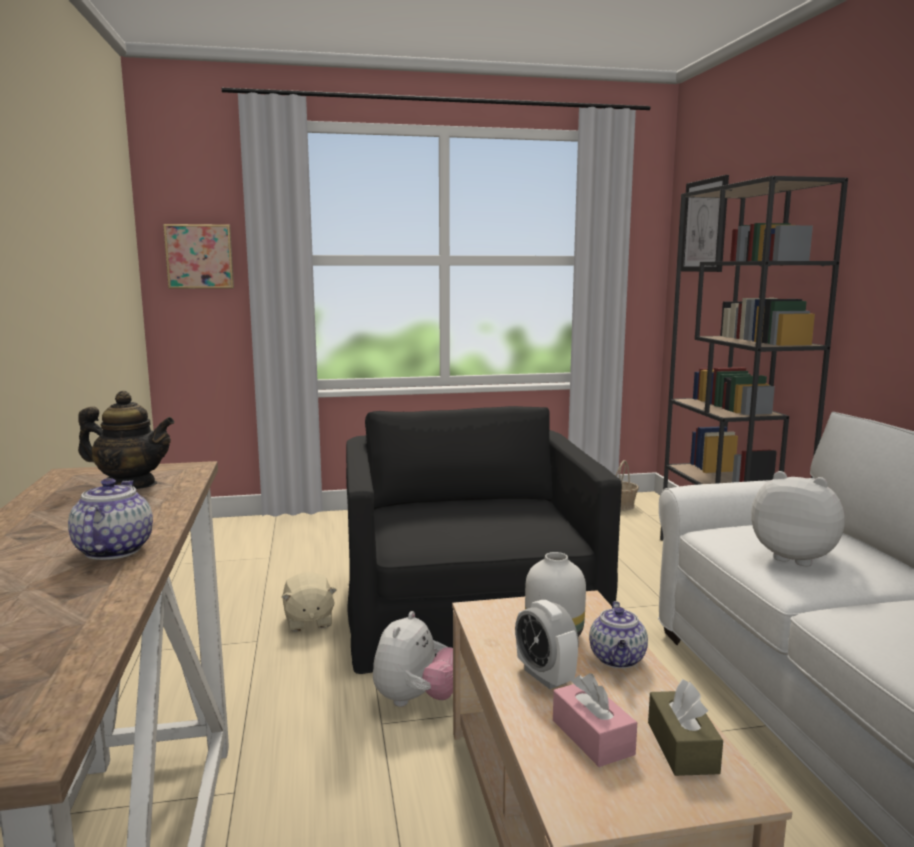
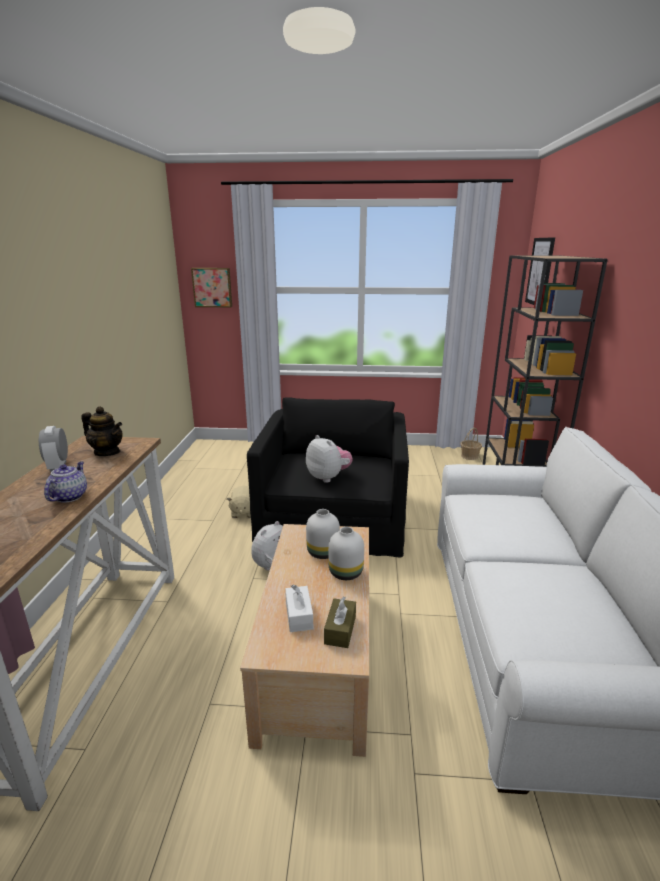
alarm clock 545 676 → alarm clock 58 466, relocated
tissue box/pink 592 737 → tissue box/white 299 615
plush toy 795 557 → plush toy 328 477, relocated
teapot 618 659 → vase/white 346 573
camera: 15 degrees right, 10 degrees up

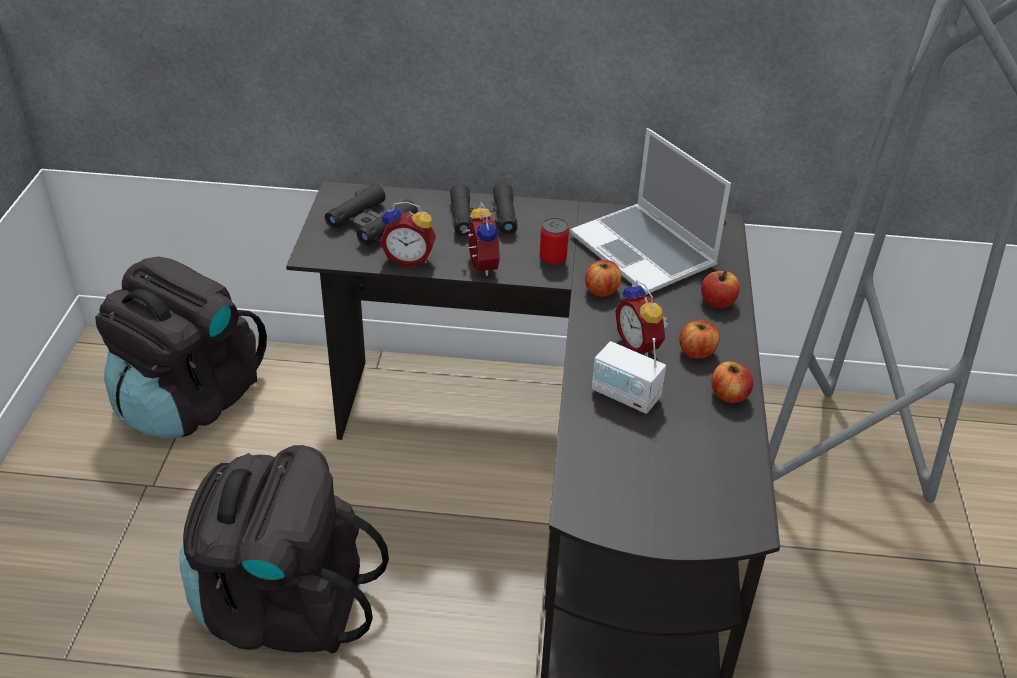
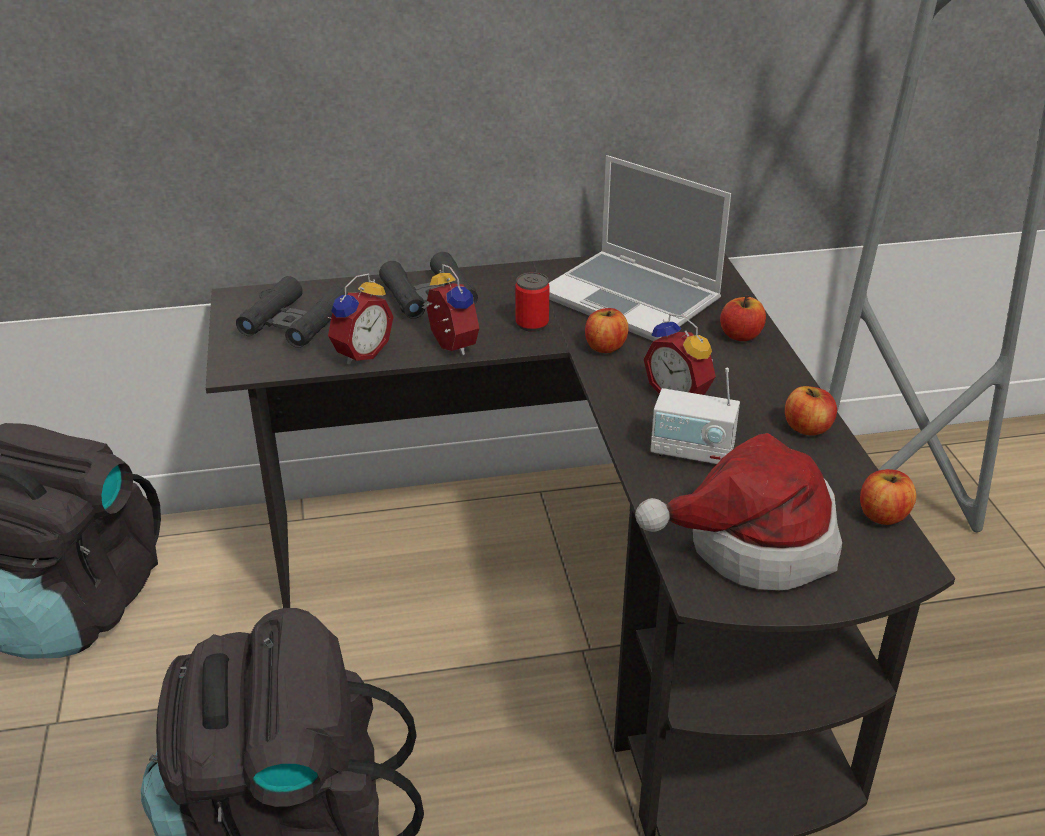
alarm clock 409 258 → alarm clock 360 353, 45 degrees counterclockwise
- → hat 752 543
apple 696 352 → apple 883 515, relocated
camera: 15 degrees left, 5 degrees down

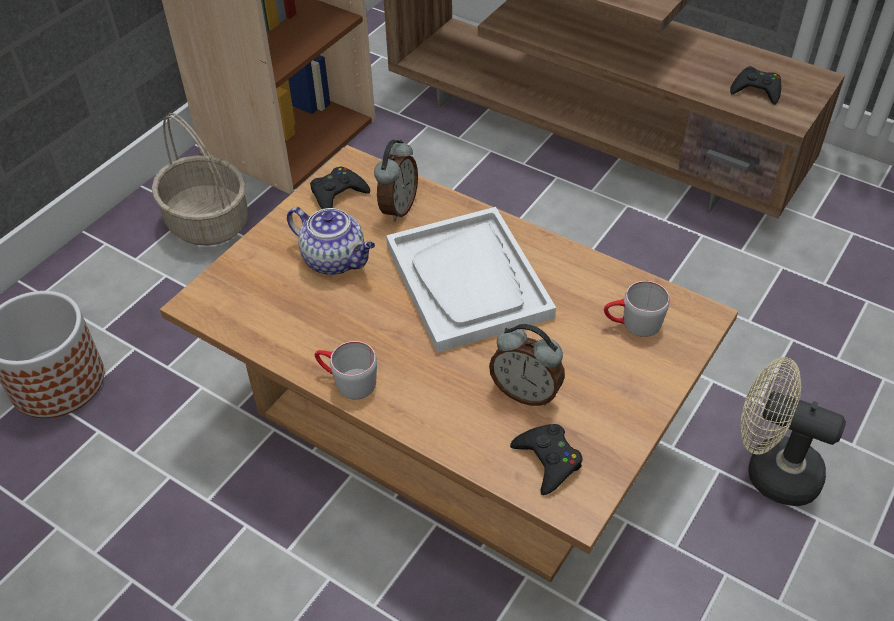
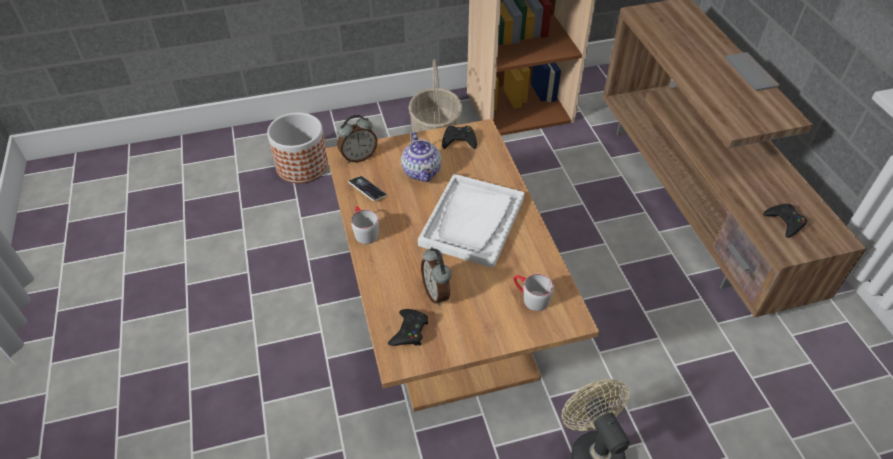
alarm clock 397 208 → alarm clock 358 157, relocated
- → phone 367 190
camera: 40 degrees right, 0 degrees up

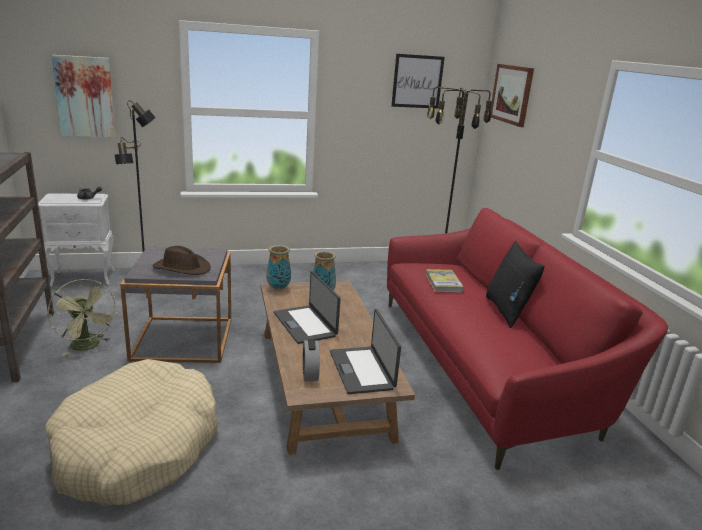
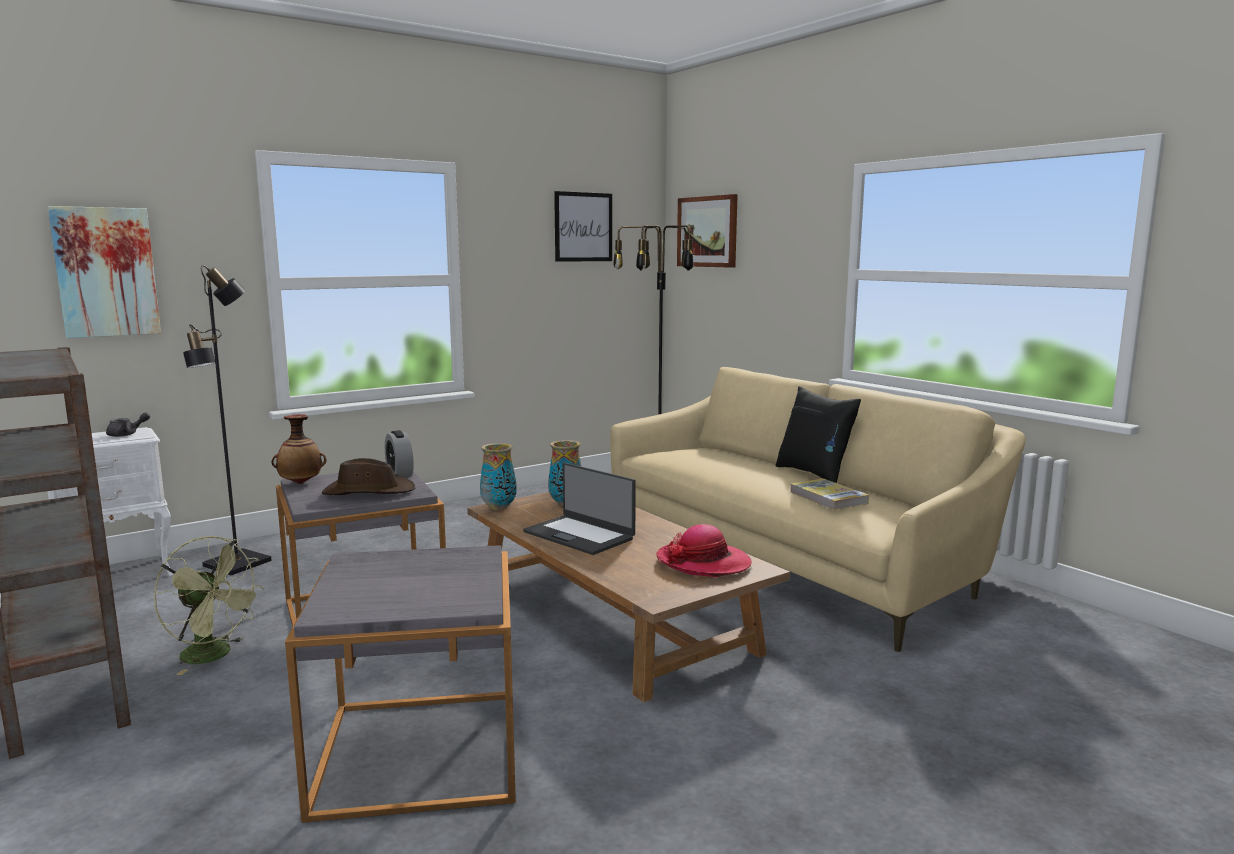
- → vase 301 483
dog bed/beige 137 447 → side table/grey 419 751
alarm clock 310 374 → alarm clock 399 473, relocated
sofa/red 486 365 → sofa/beige 792 558
laptop 362 370 → hat 703 563
book 443 283 → book 828 498, relocated
camera: 20 degrees left, 10 degrees down

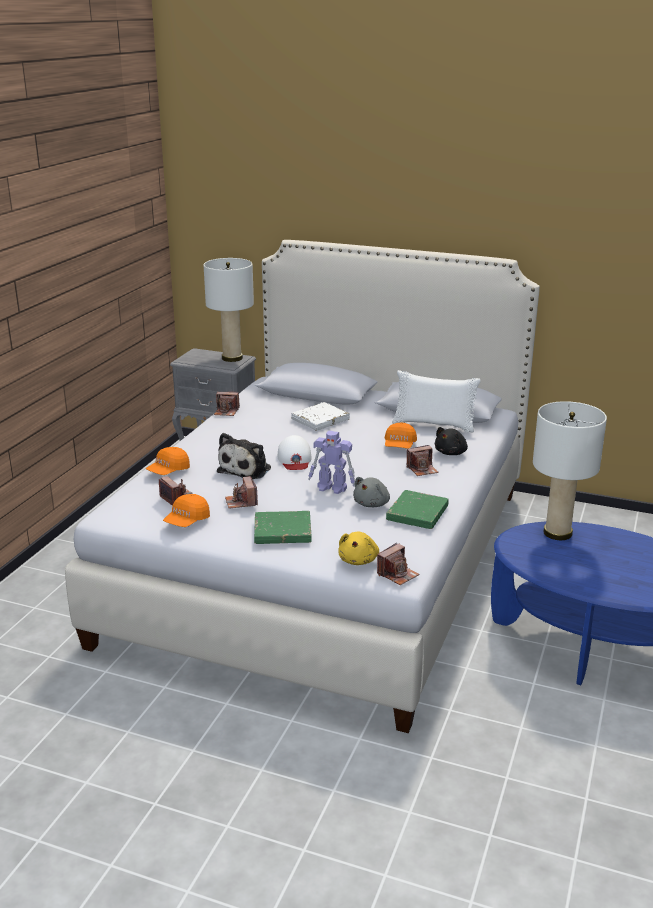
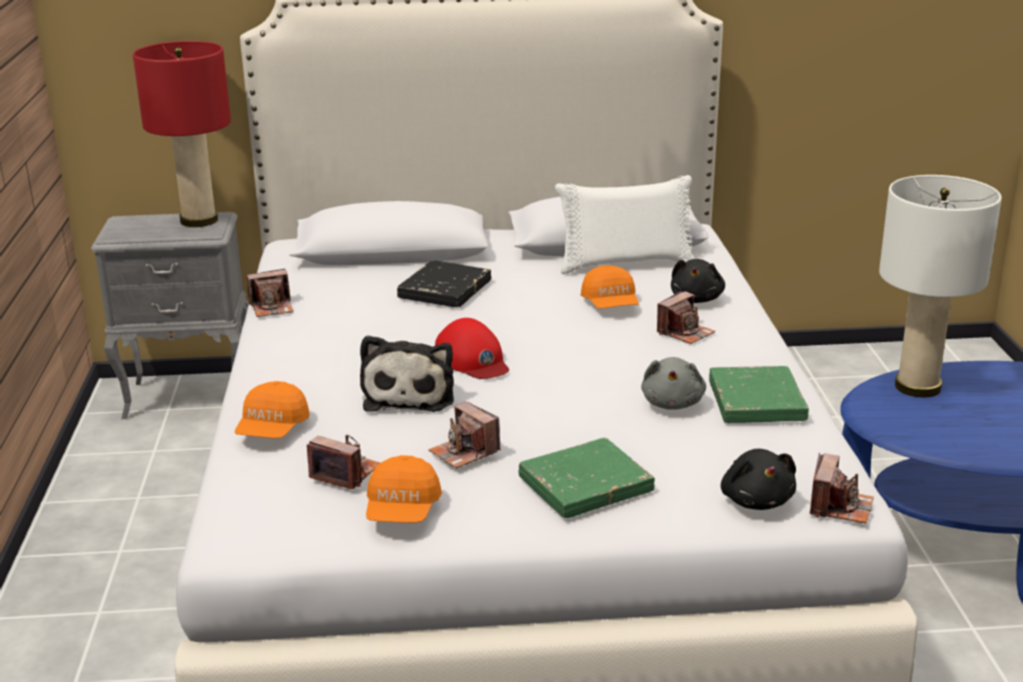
table lamp/white 232 358 → table lamp/red 199 221
book/white 320 420 → book/black 444 290
cap/white 294 459 → cap/red 473 360
plush toy/yellow 358 560 → plush toy/black 756 500
toy robot 332 488 → -
camera: 25 degrees left, 0 degrees up

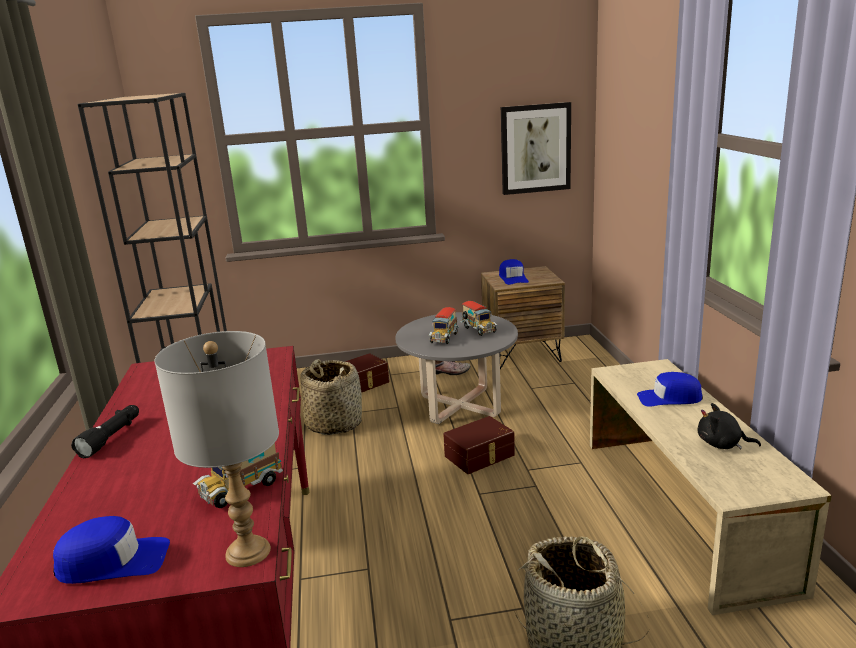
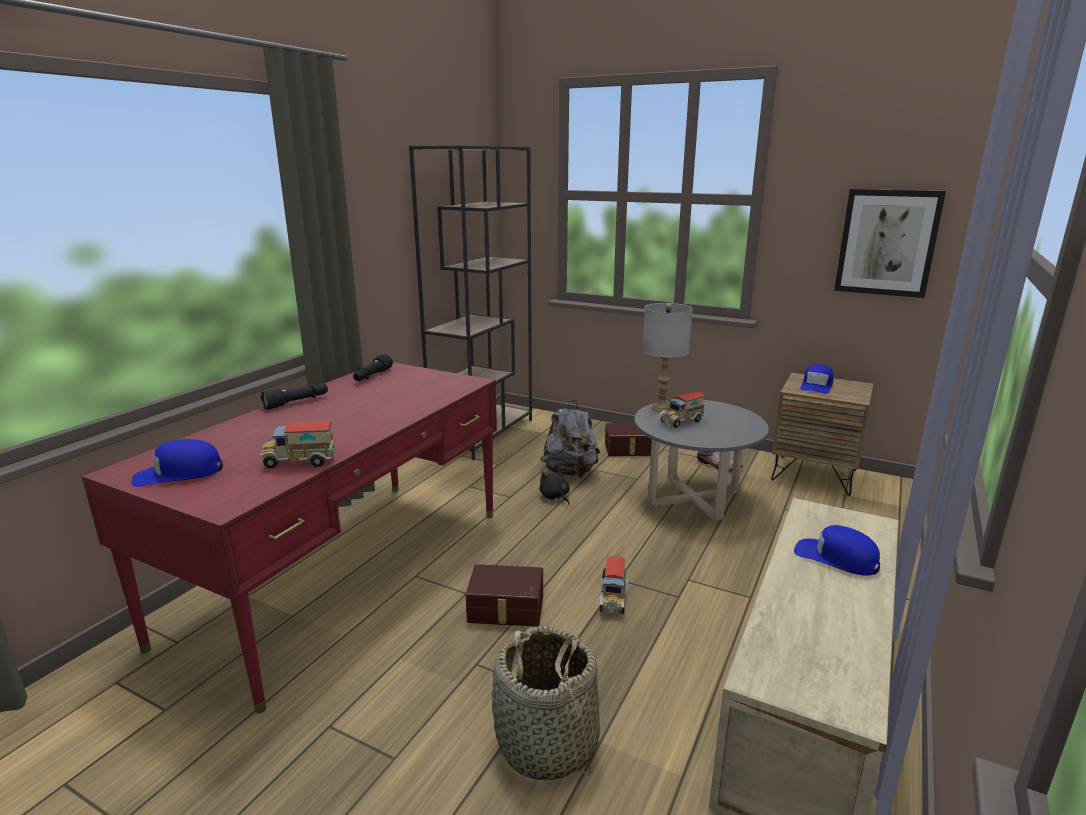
cap/blue 113 561 → cap/blue 179 473, 135 degrees clockwise
- → flashlight/black 372 376
storage box/brown 480 456 → storage box/brown 506 609, relocated
plush toy/black 722 444 → plush toy/black 555 497, relocated
basket 334 423 → backpack/grey 570 472
toy truck 478 330 → toy truck 612 600, relocated
table lamp/grey 248 551 → table lamp/grey 662 408, relocated
camera: 35 degrees right, 0 degrees up

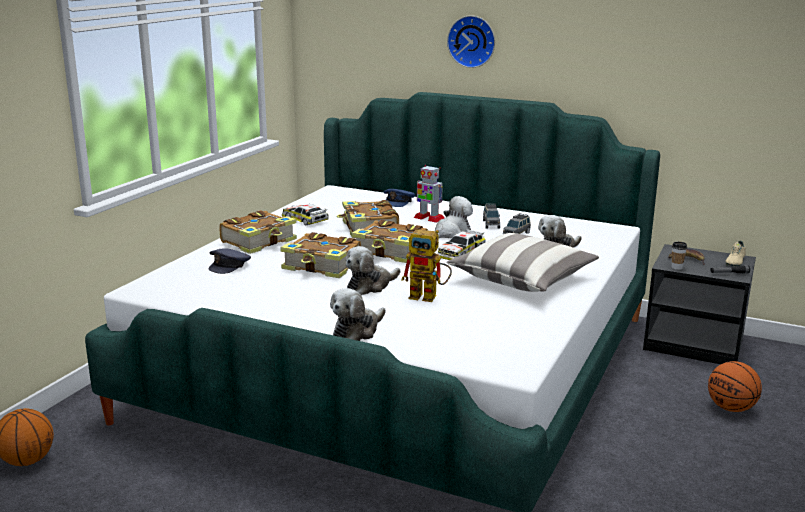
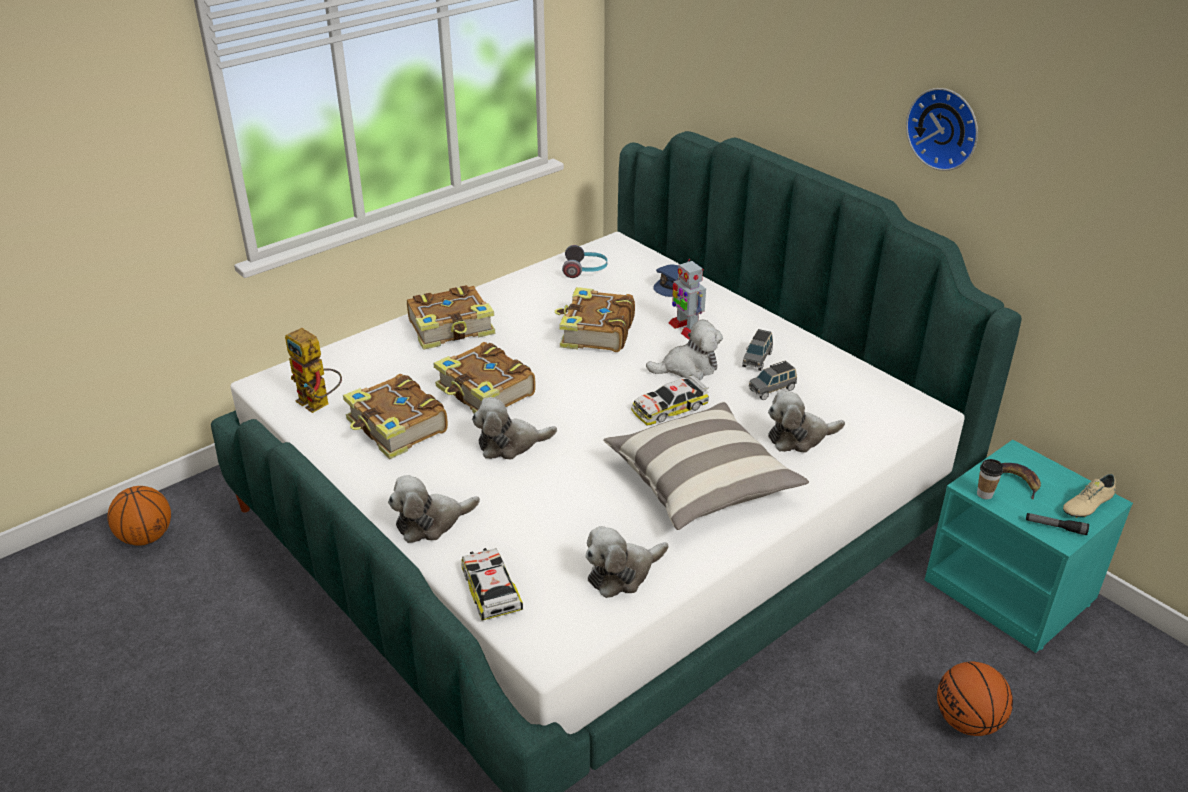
toy robot 429 297 → toy robot 319 404, relocated
book 391 252 → book 396 428, relocated
toy car 304 219 → toy car 490 589, relocated
- → headphones 585 270
- → plush toy 622 573
wall clock 472 41 → wall clock 945 128, relocated
nightstand/black 694 343 → nightstand/turquoise 1011 590
cap/grey 230 265 → -
camera: 25 degrees right, 15 degrees up

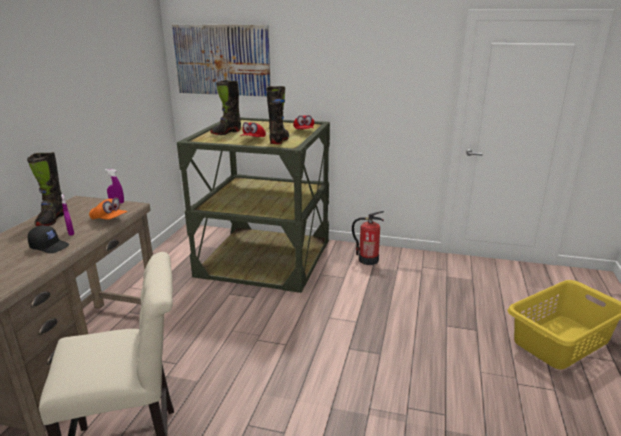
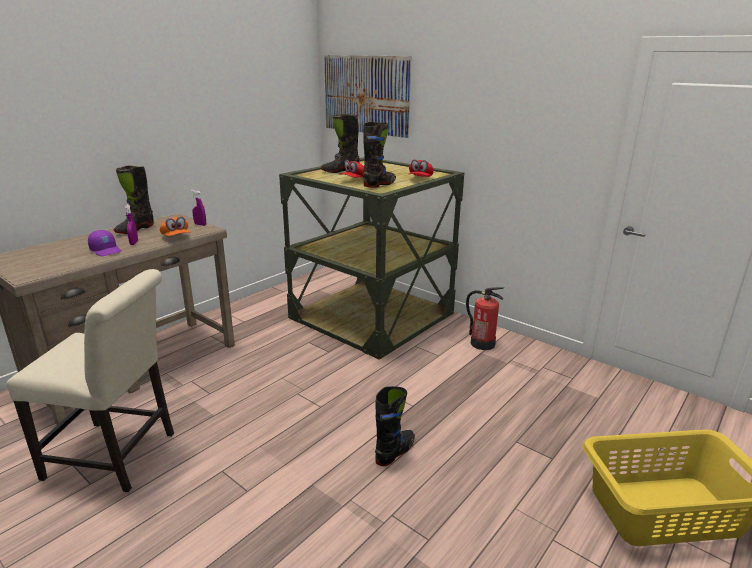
cap/black 50 246 → cap/purple 106 250
- → boot/black 395 452
camera: 25 degrees right, 0 degrees up

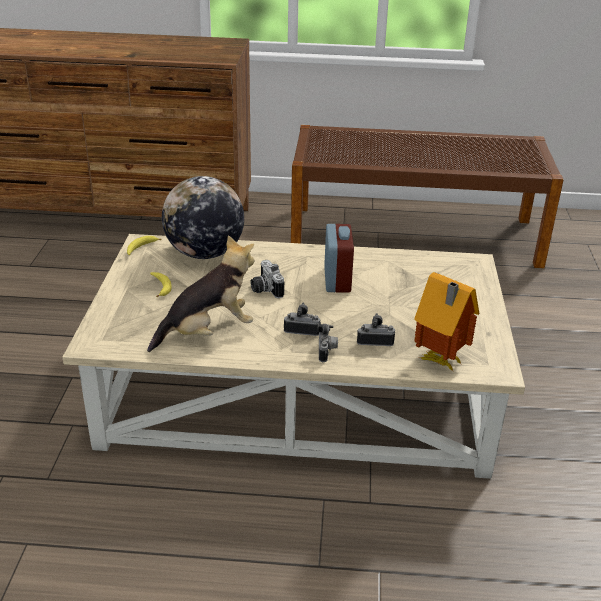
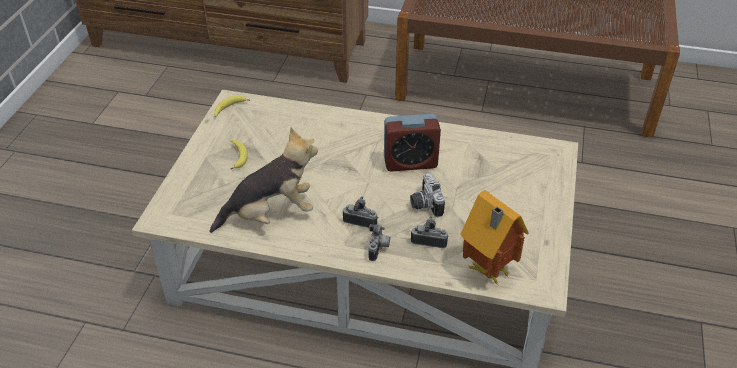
alarm clock 337 280 → alarm clock 410 162, 75 degrees clockwise
photo camera 264 289 → photo camera 424 204, relocated
globe 204 253 → -
camera: 10 degrees right, 10 degrees up

